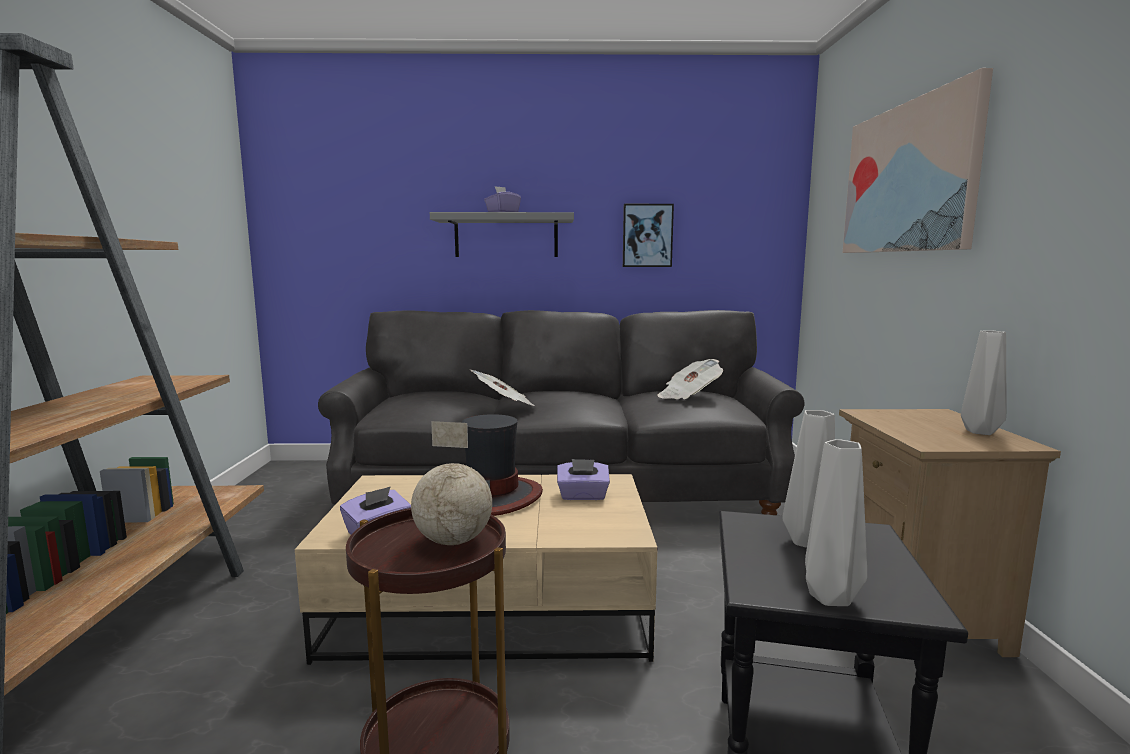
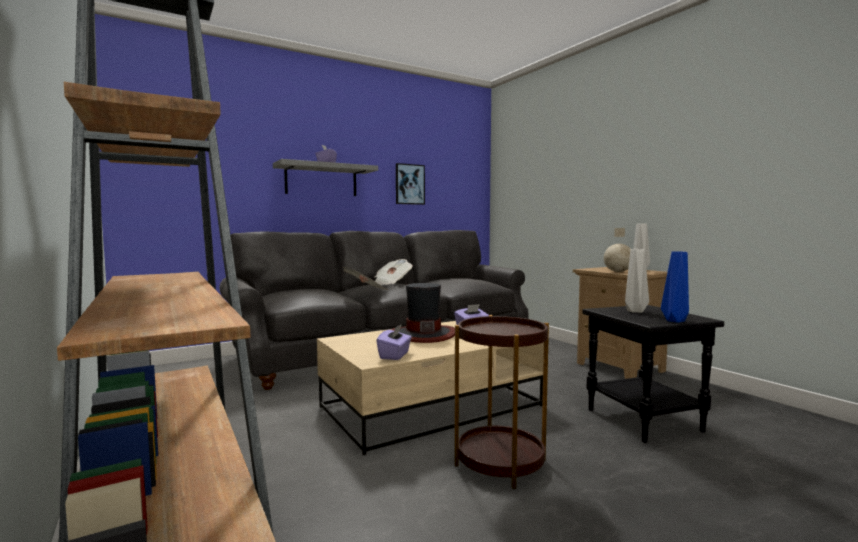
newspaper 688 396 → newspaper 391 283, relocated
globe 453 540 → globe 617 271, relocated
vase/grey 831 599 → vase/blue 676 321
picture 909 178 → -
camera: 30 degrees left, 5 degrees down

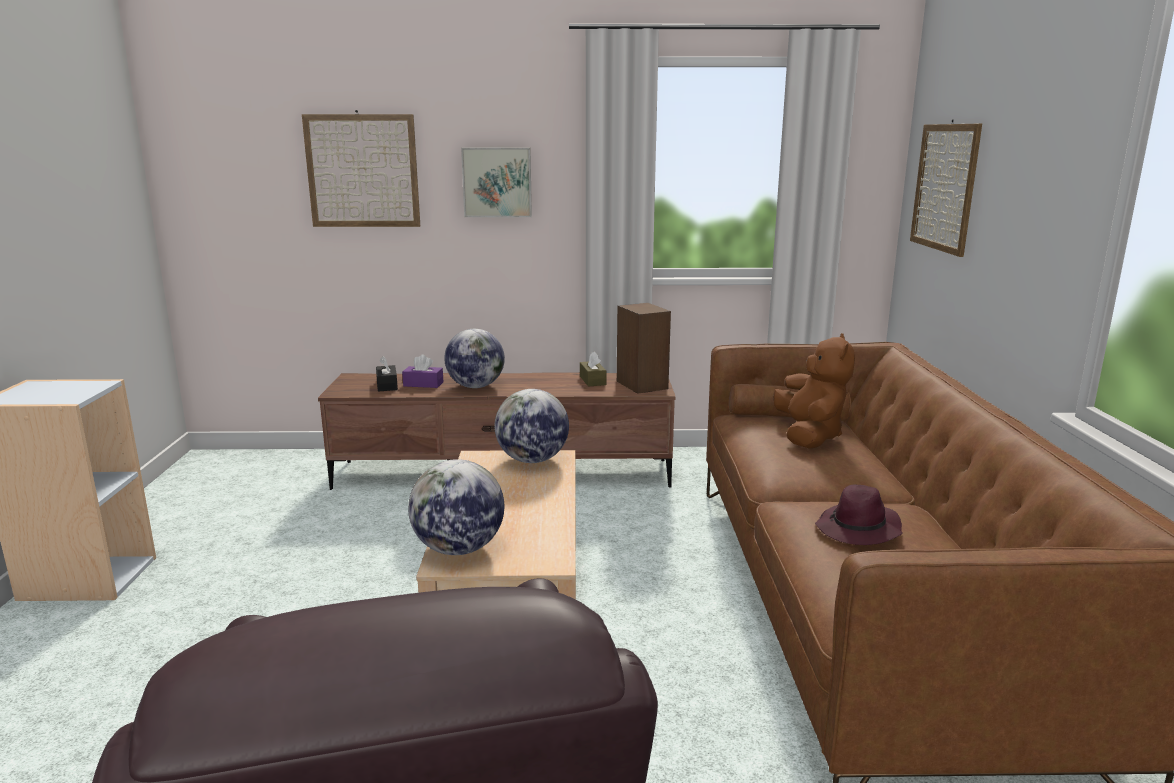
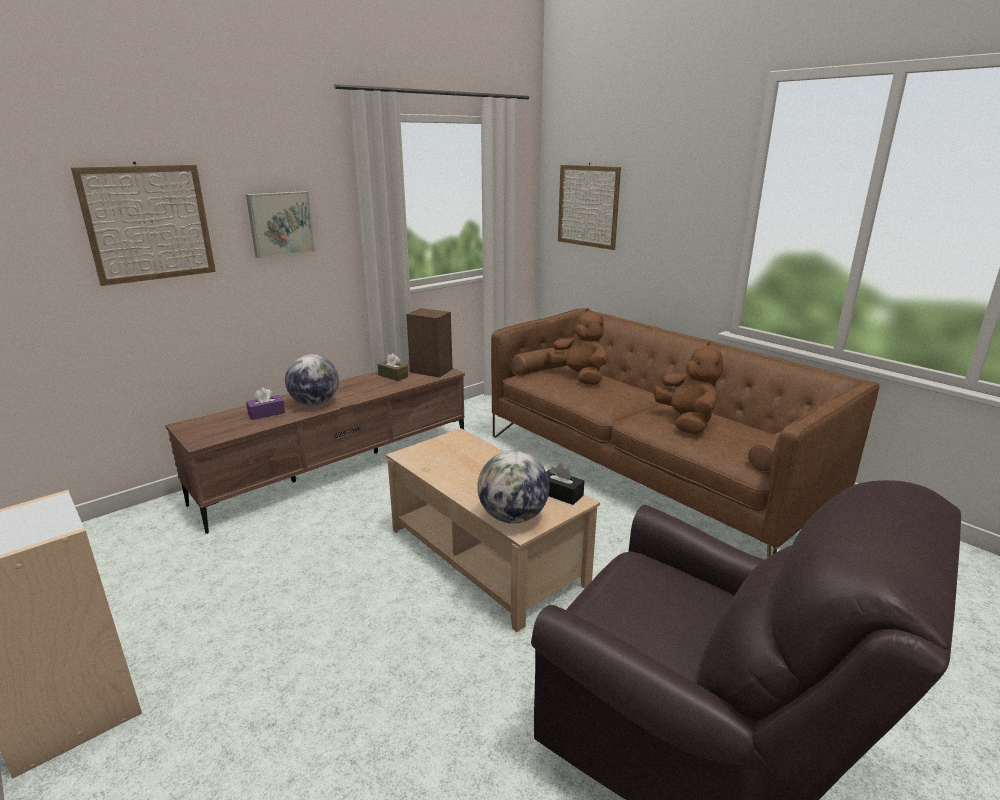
tissue box/black 387 385 → tissue box/black 560 494, relocated
hat/purple 858 530 → plush toy/brown 686 422
globe 532 460 → -
camera: 40 degrees left, 5 degrees up

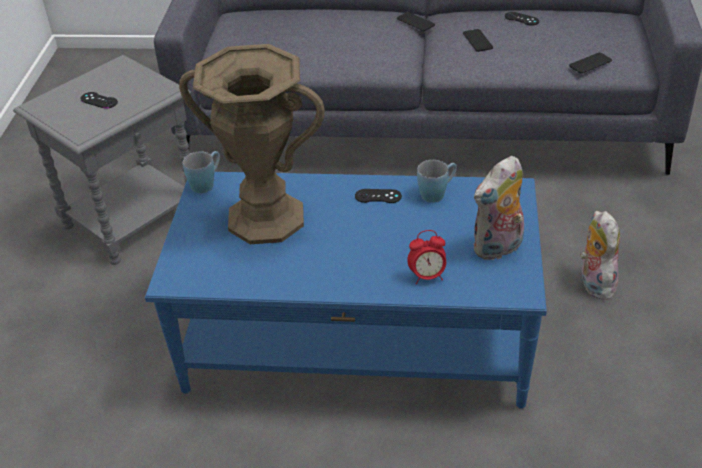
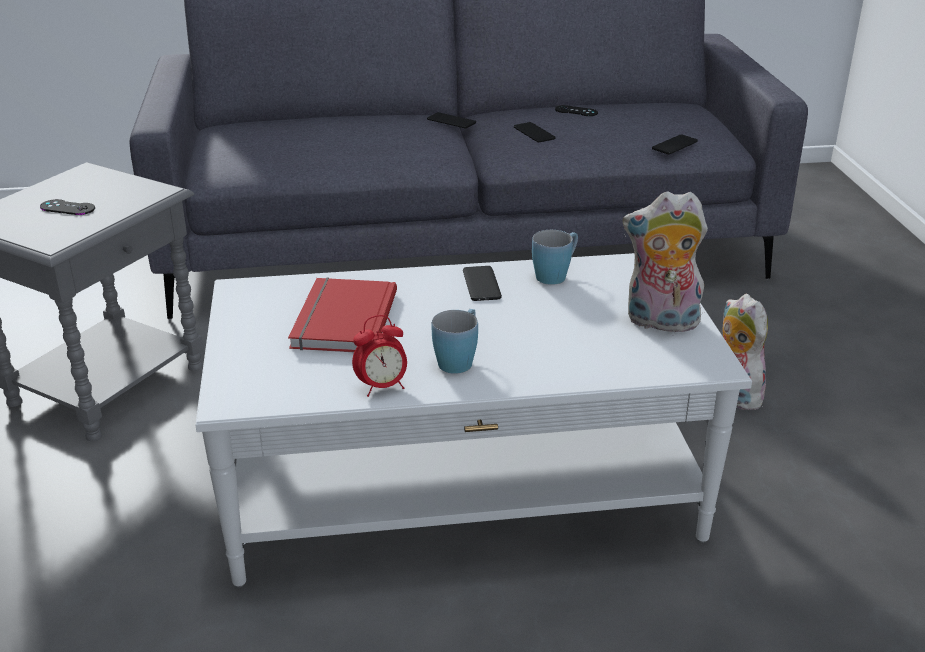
coffee table/blue 359 341 → coffee table/white 465 492
vase/brown 266 218 → book/red 340 320
alarm clock 427 276 → alarm clock 382 387, relocated
mug/blue 206 183 → mug/blue 459 359, relocated
game controller/black 378 196 → phone 481 284
plush toy 498 248 → plush toy 660 323, 60 degrees clockwise
camera: 15 degrees left, 10 degrees down

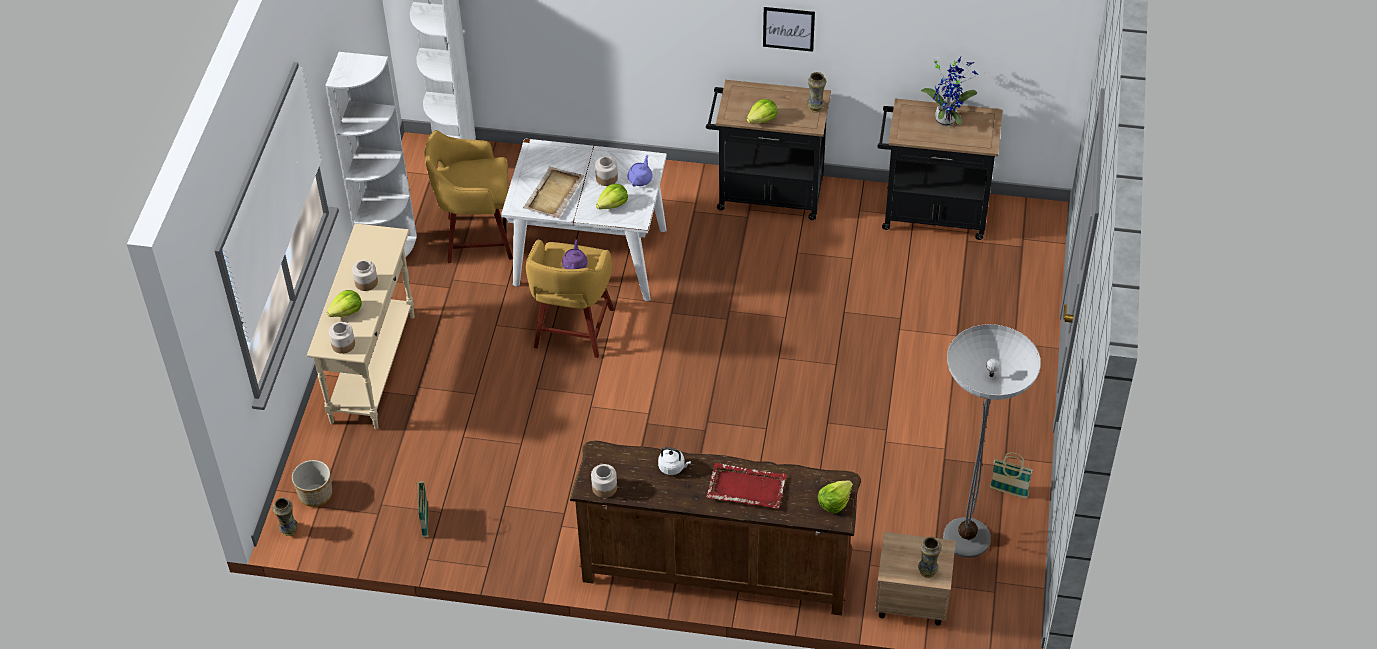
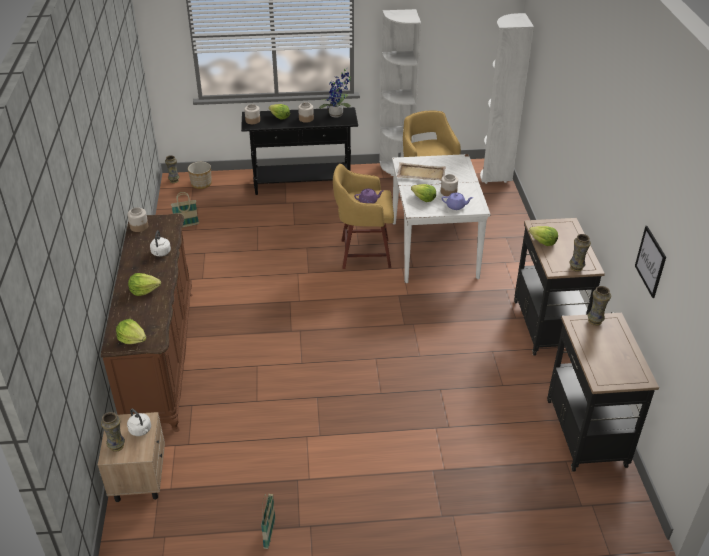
- → kettle/white 141 430
tray/red 745 487 → lettuce 144 290
console table/beige 374 368 → console table/black 302 184
potted plant 947 118 → potted plant 337 115, relocated
- → vase 595 321
picture 788 28 → picture 650 261, relocated
floor lamp 966 538 → -
camera: 75 degrees right, 10 degrees down

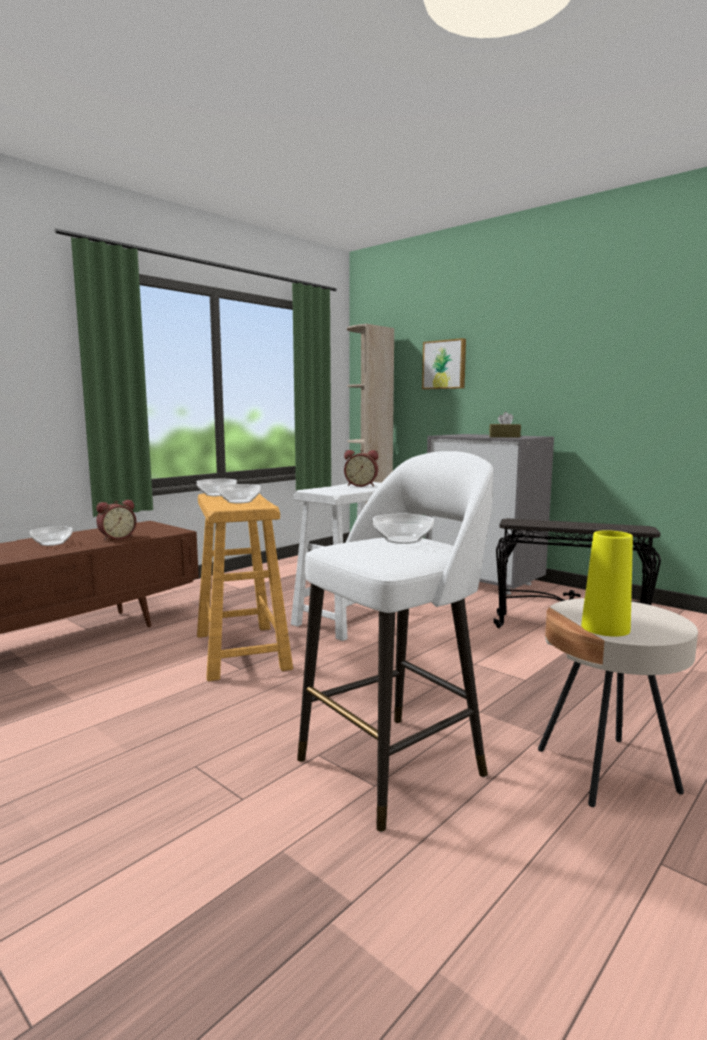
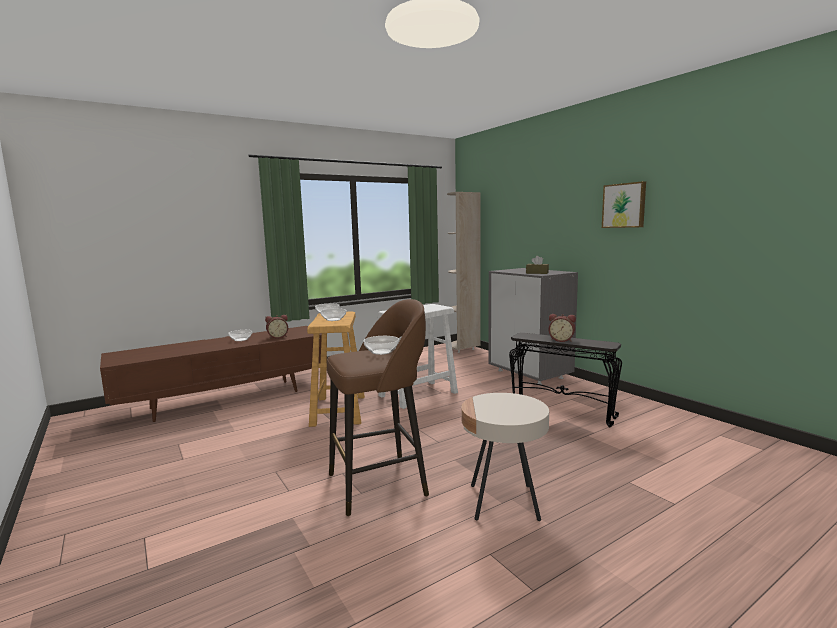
stool/white 395 765 → stool/brown 380 484
alarm clock 361 485 → alarm clock 561 340, relocated
picture 445 364 → picture 624 205, relocated
vase/yellow 605 628 → -
camera: 15 degrees right, 0 degrees up

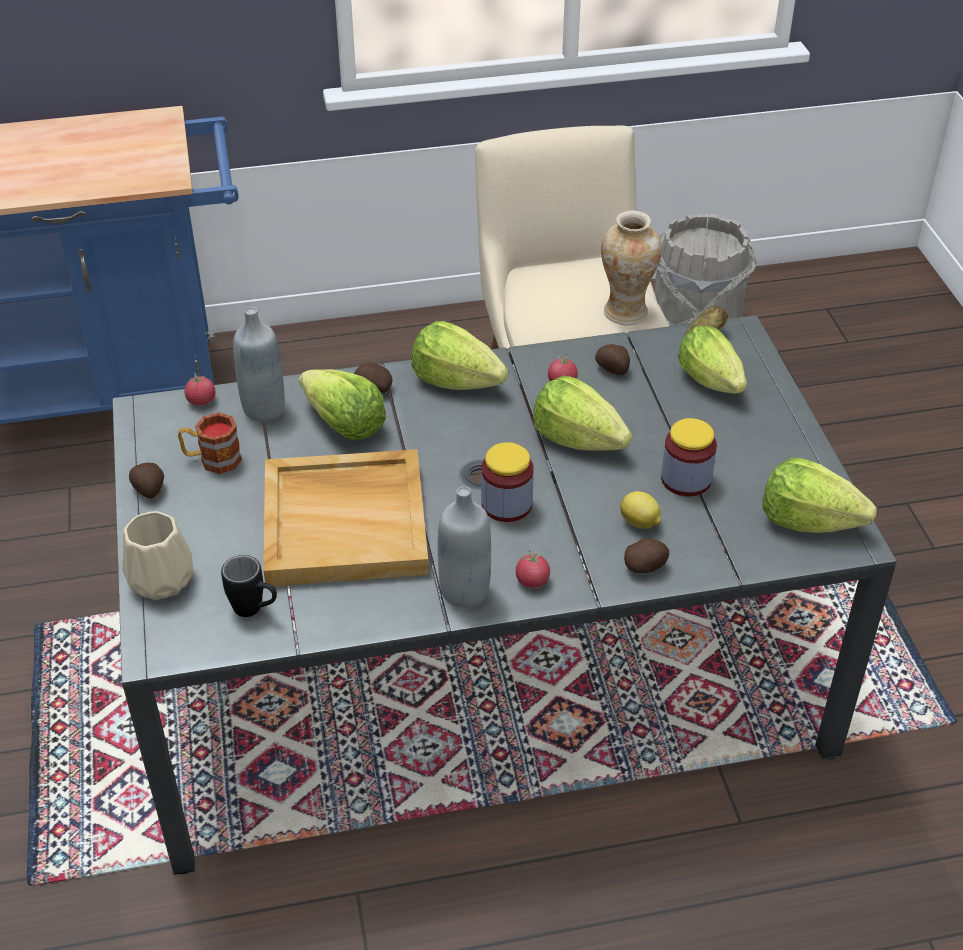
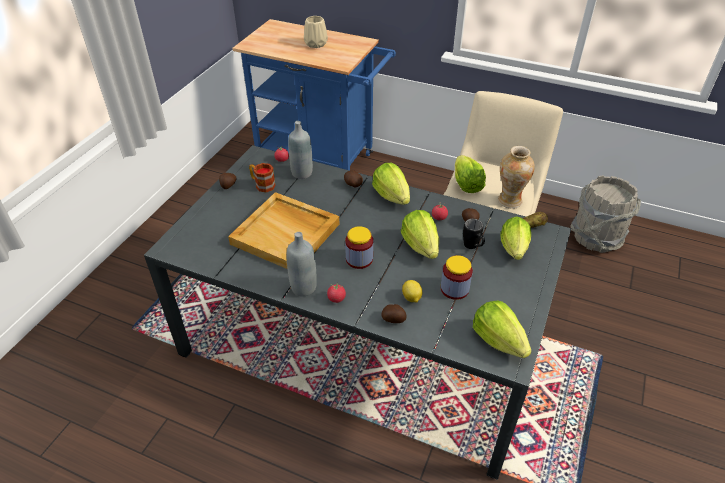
vase/beige 159 581 → vase/beige 315 44, relocated
lettuce 343 424 → lettuce 466 184, relocated
mug/black 255 610 → mug/black 473 247, relocated
camera: 35 degrees right, 0 degrees up

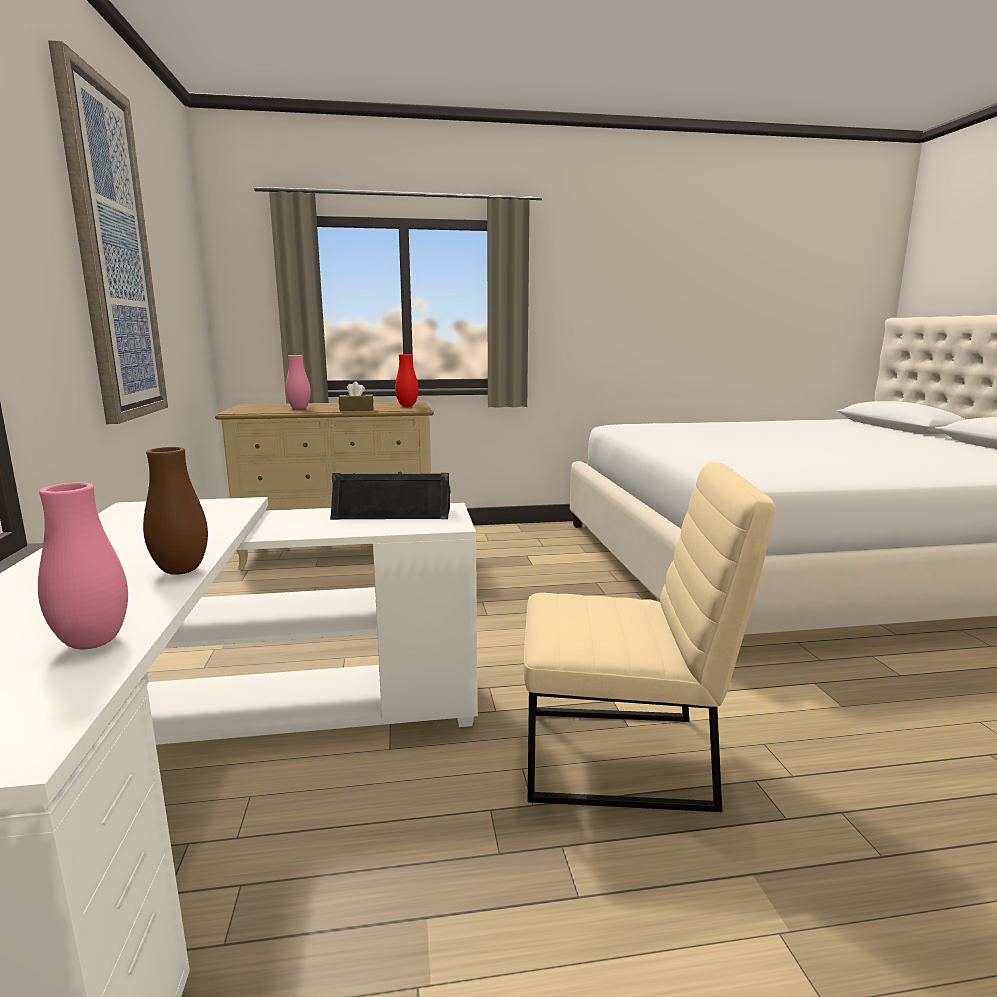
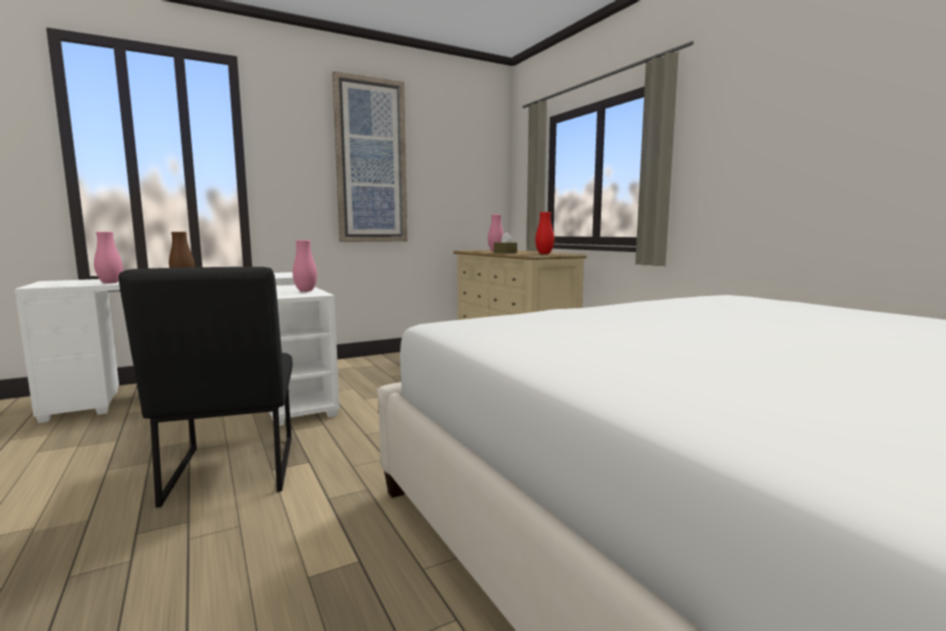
chair/beige 623 757 → chair/black 231 471
speaker/black 392 512 → vase/pink 305 291
camera: 70 degrees right, 5 degrees down

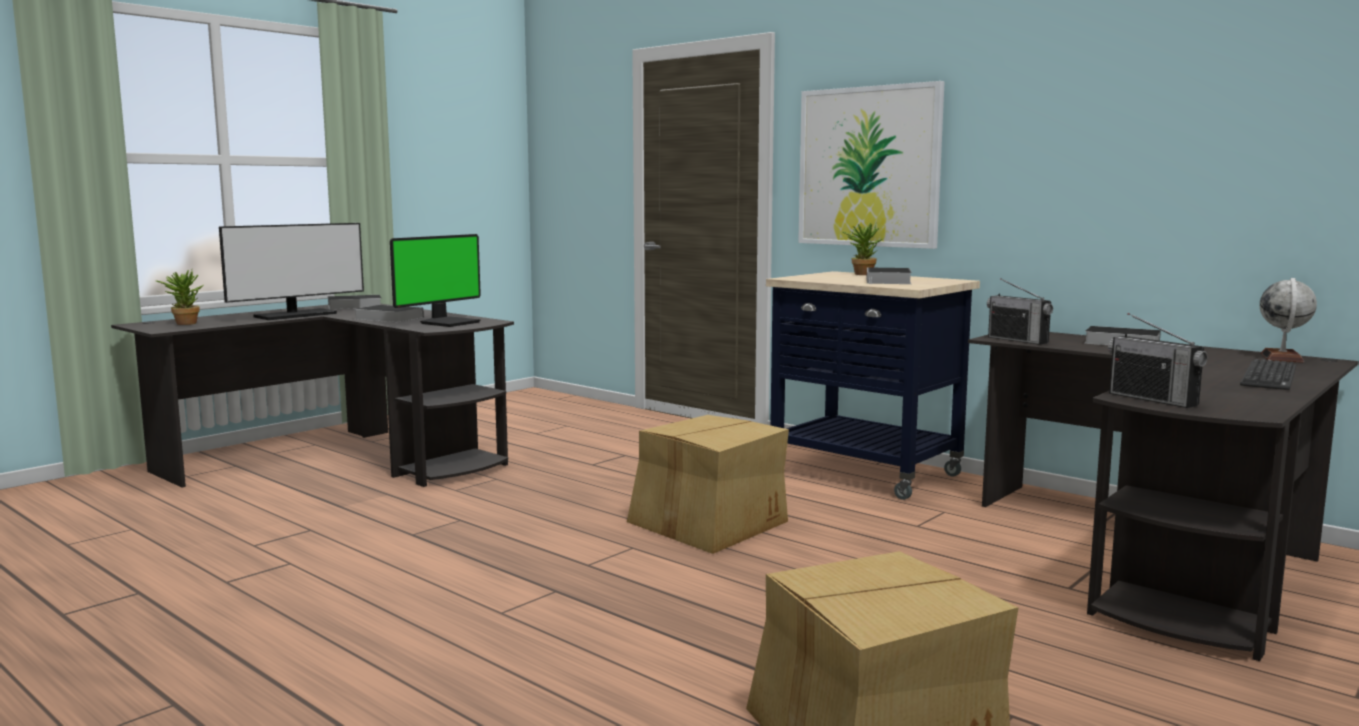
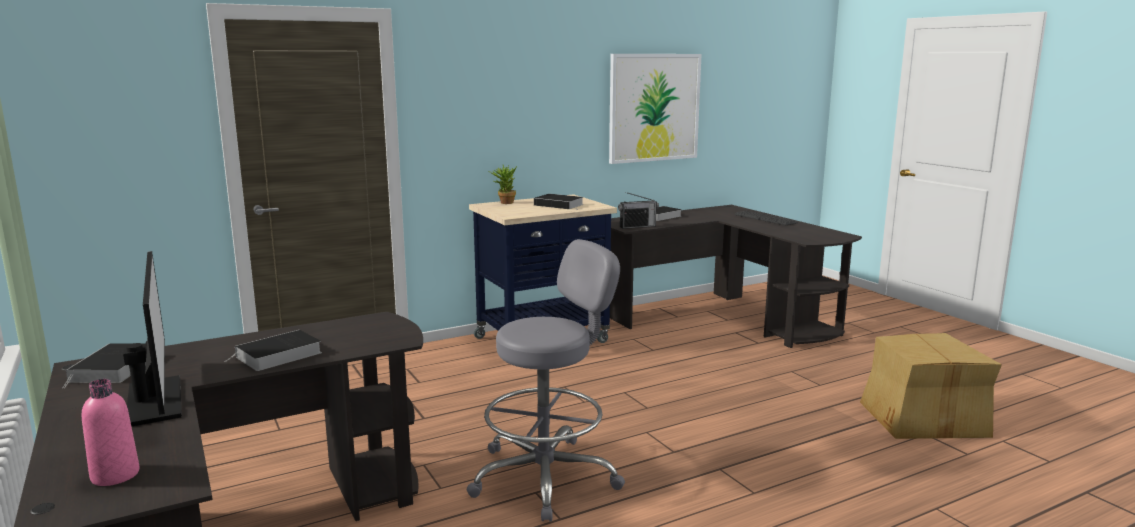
potted plant 184 323 → bottle/pink 115 475
- → stool/grey 547 476
picture 869 167 → picture 654 107, relocated
monitor 449 322 → -
cardboard box 708 524 → -
radio 1153 399 → -
globe 1282 358 → -
camera: 70 degrees left, 5 degrees up

